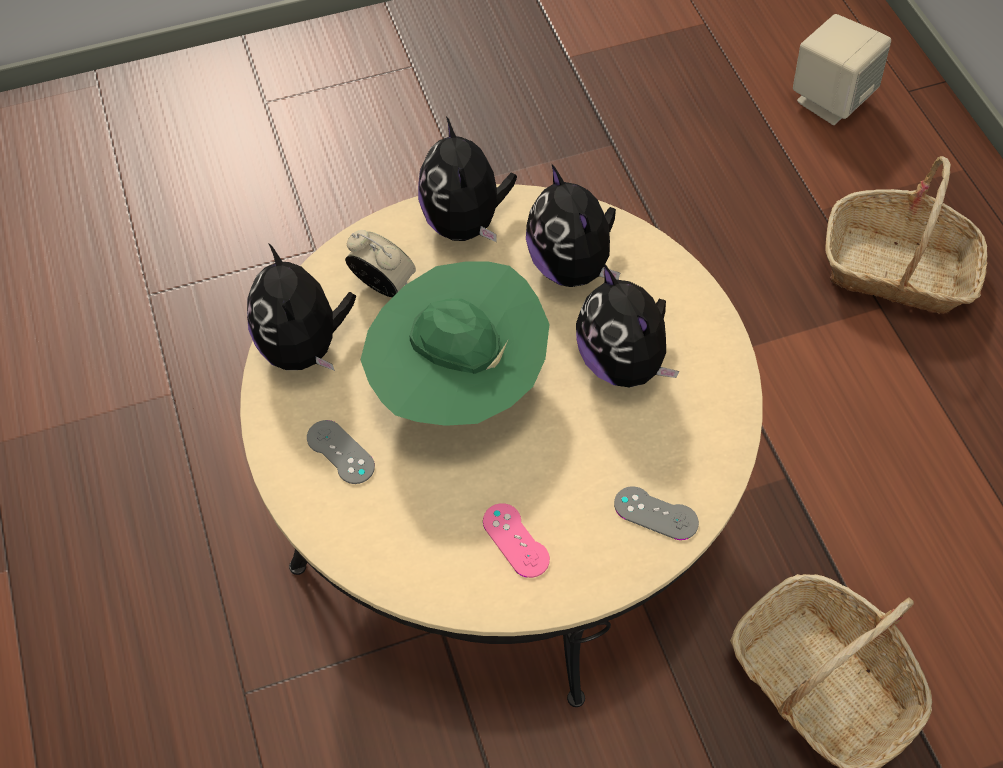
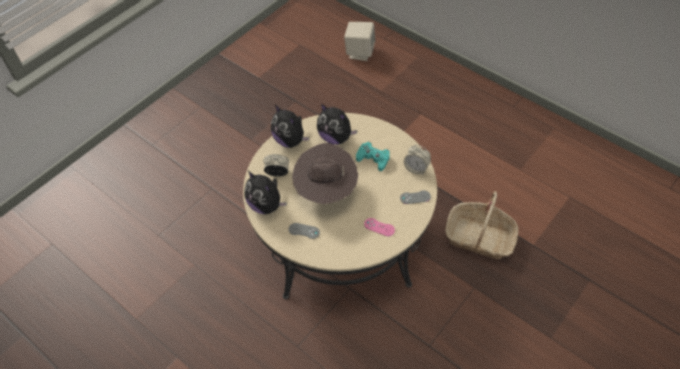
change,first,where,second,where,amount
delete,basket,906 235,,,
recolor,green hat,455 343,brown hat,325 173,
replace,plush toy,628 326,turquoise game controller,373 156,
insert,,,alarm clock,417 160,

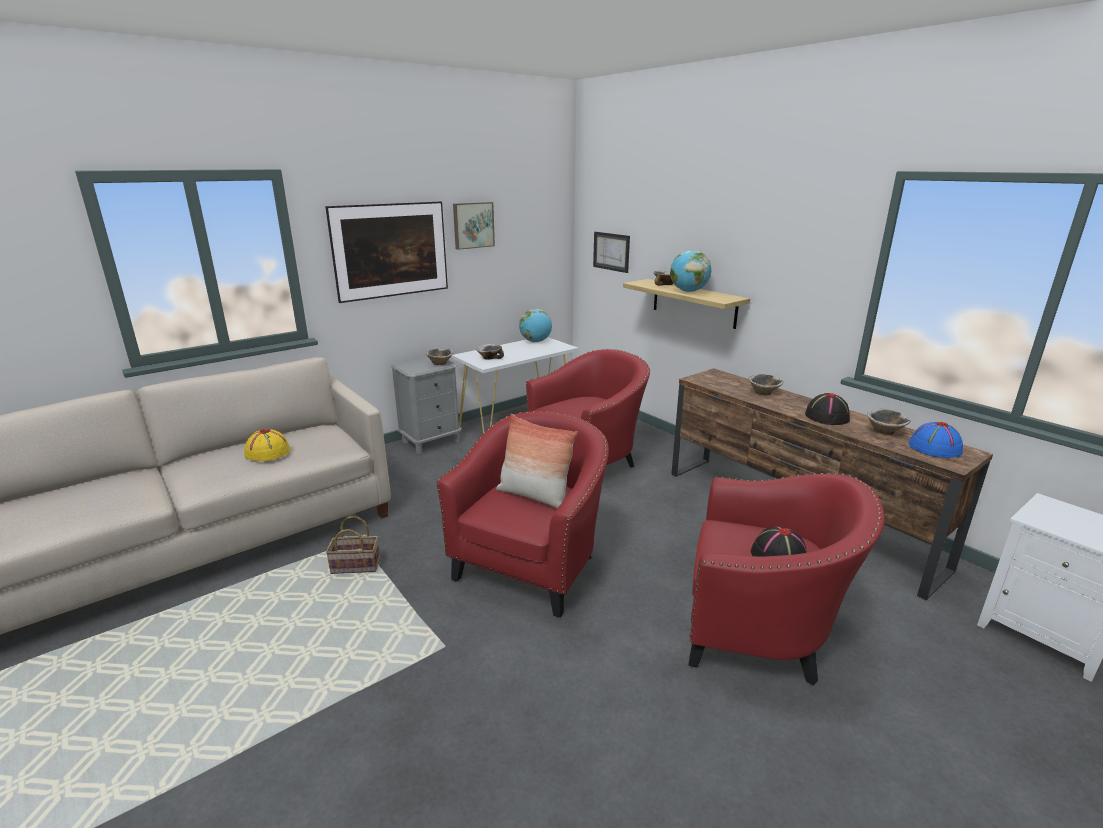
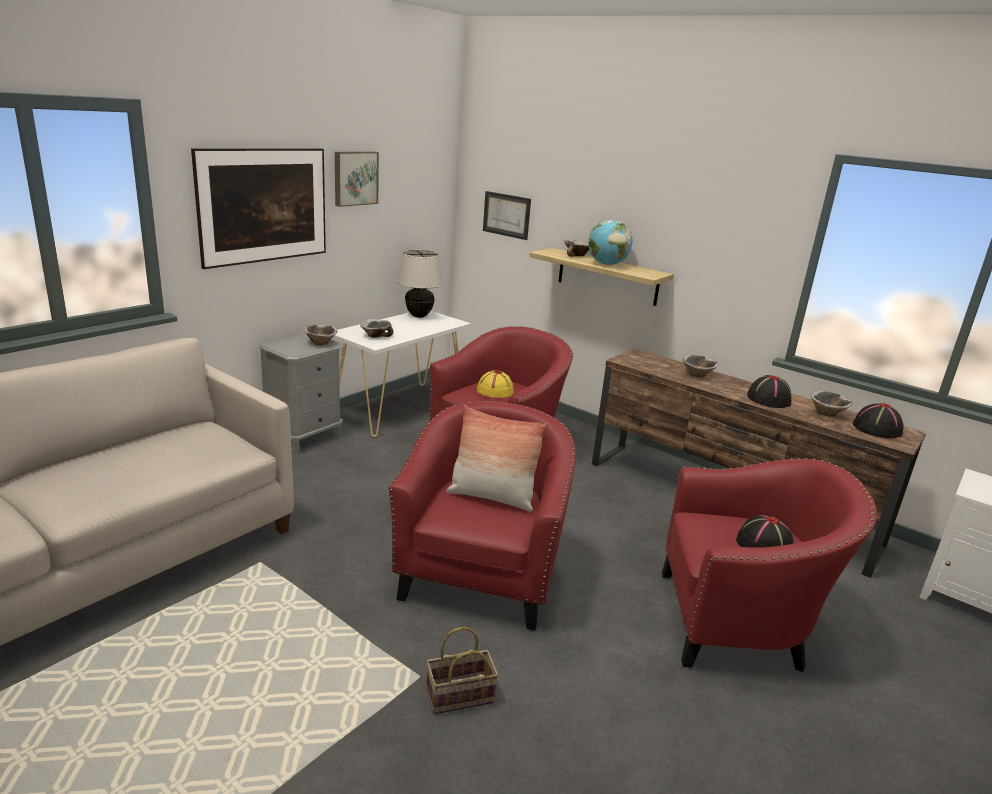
change,first,where,second,where,amount
replace,globe,535 325,beige table lamp,420 284,
recolor,blue hat,935 440,black hat,878 420,
move,yellow hat,267 445,,495 384,
move,basket,353 545,,462 670,

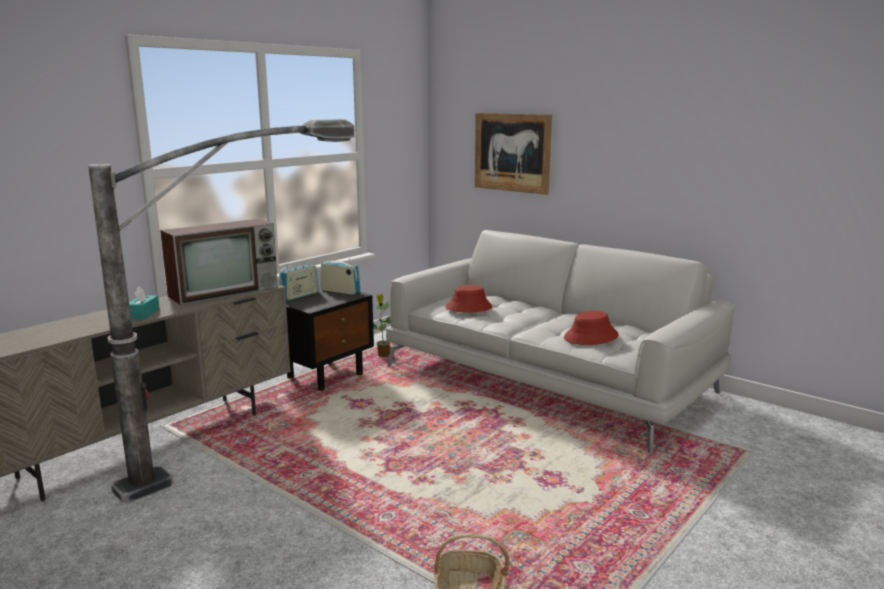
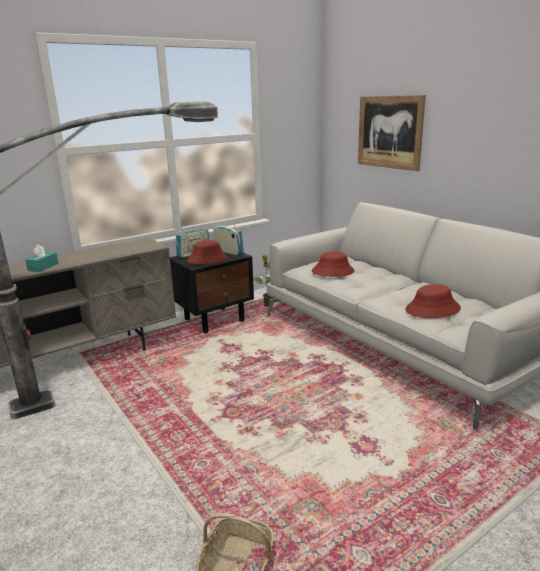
change,first,where,second,where,amount
delete,television,219 262,,,
insert,,,red hat,207 252,

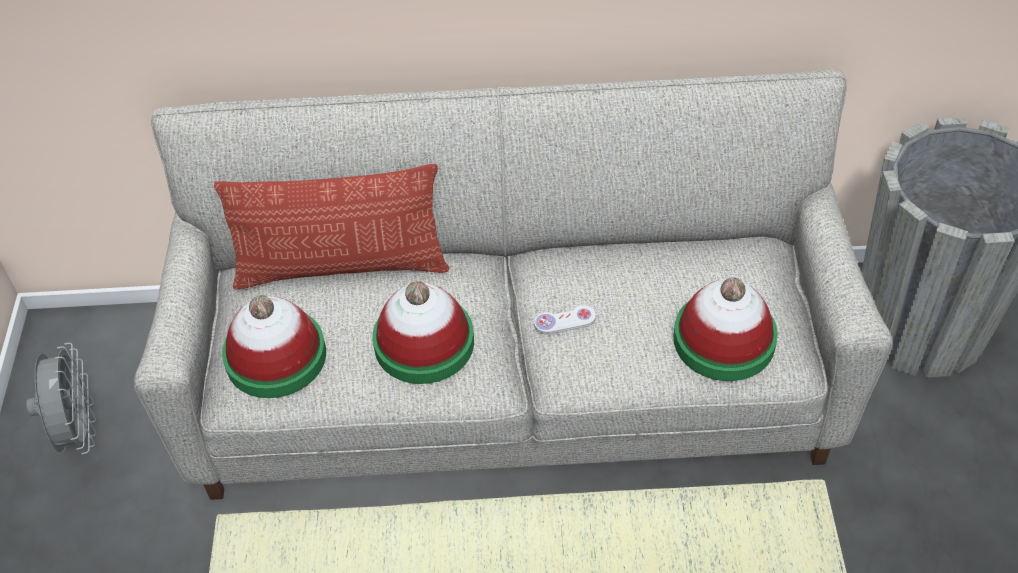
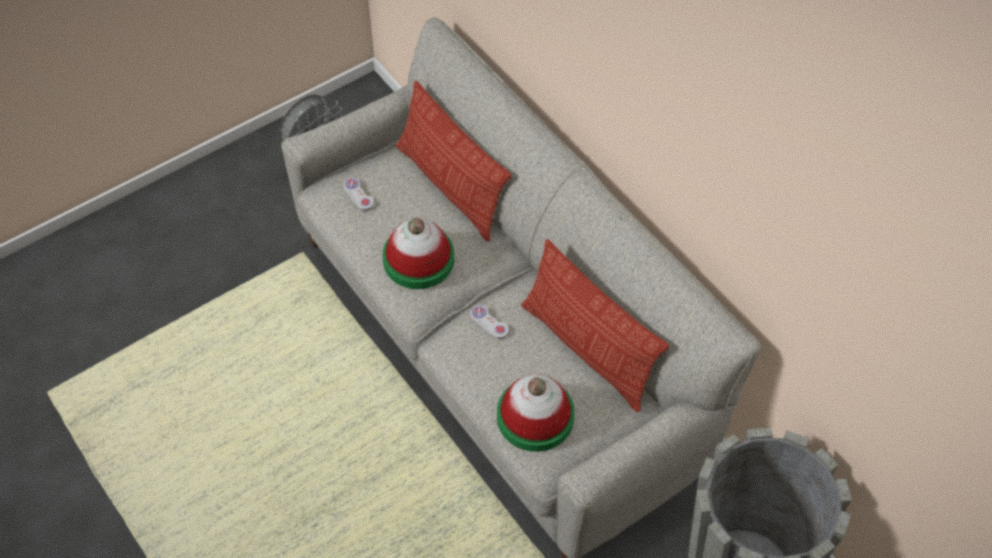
change,first,where,second,where,amount
replace,hat,274 346,white game controller,359 194,
insert,,,pillow,595 325,

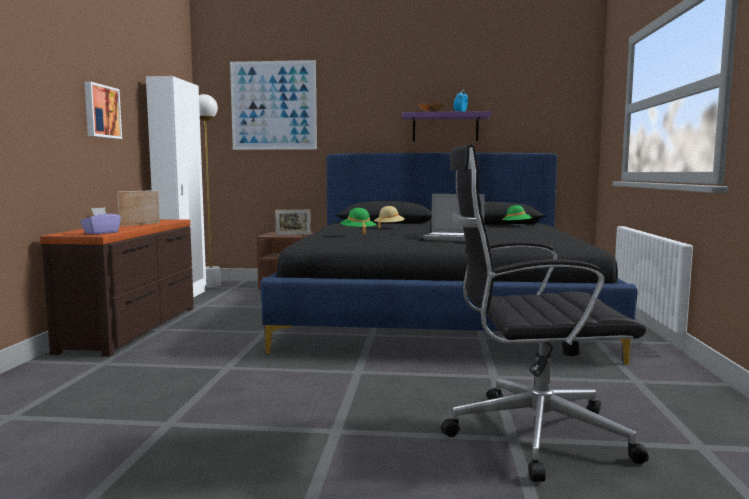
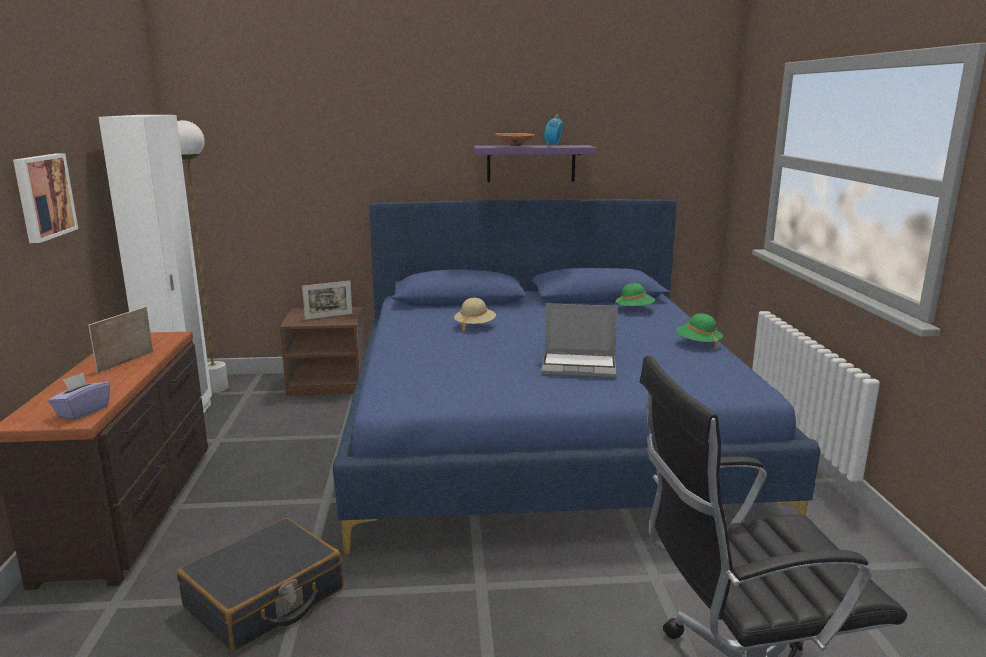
change,first,where,second,where,amount
delete,picture,273 105,,,
recolor,black bed,449 259,blue bed,577 376,
move,green hat,358 221,,699 331,
insert,,,black suitcase,260 584,

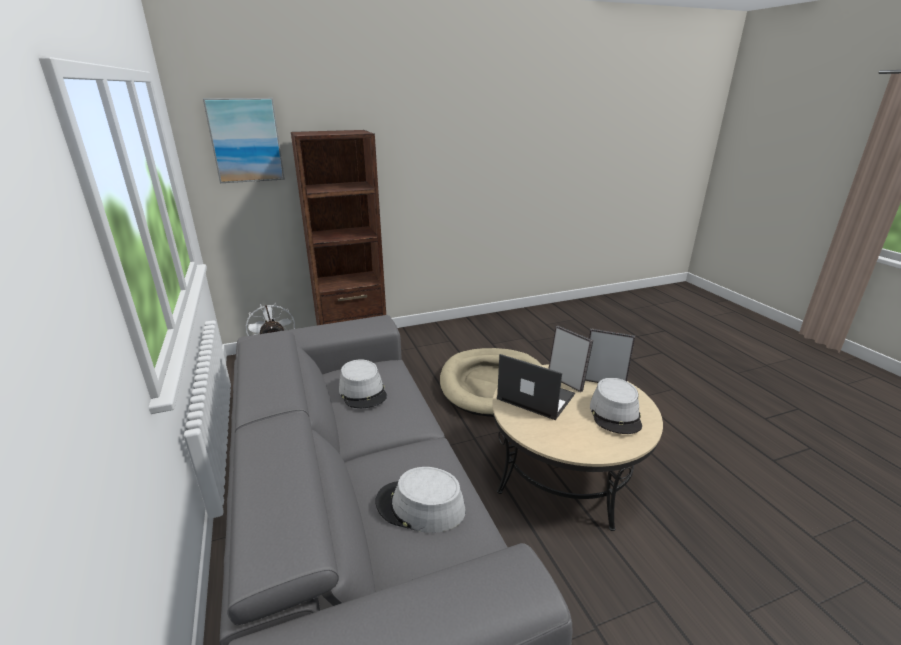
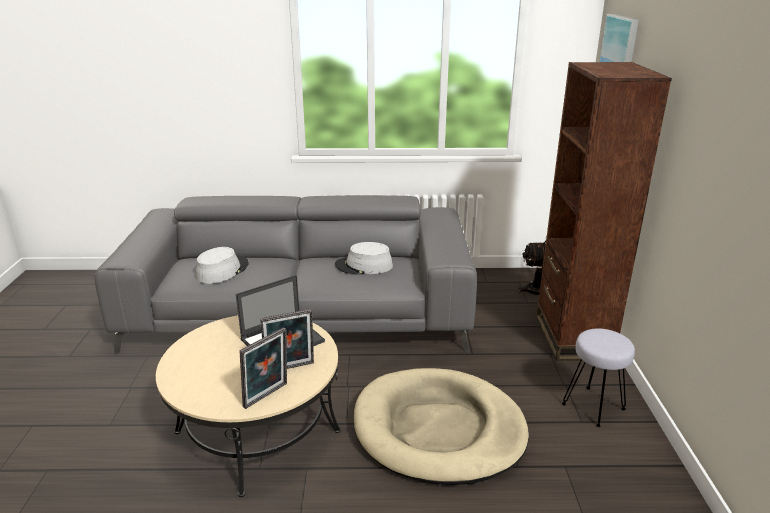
change,first,where,second,where,amount
delete,grey hat,616 406,,,
insert,,,grey stool,598 378,

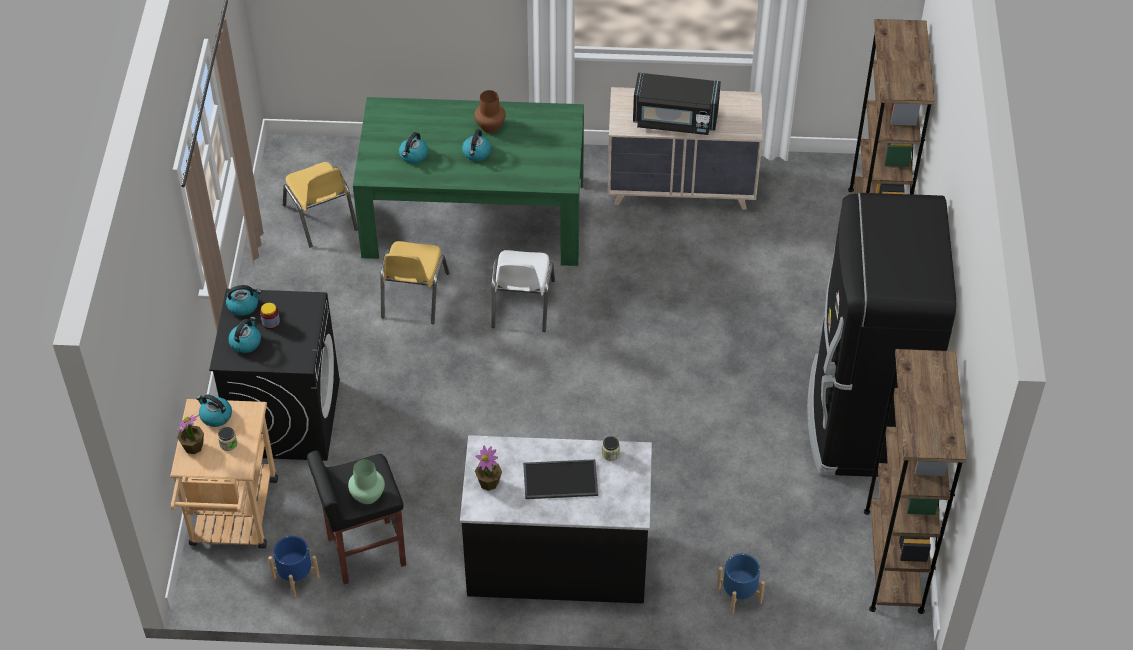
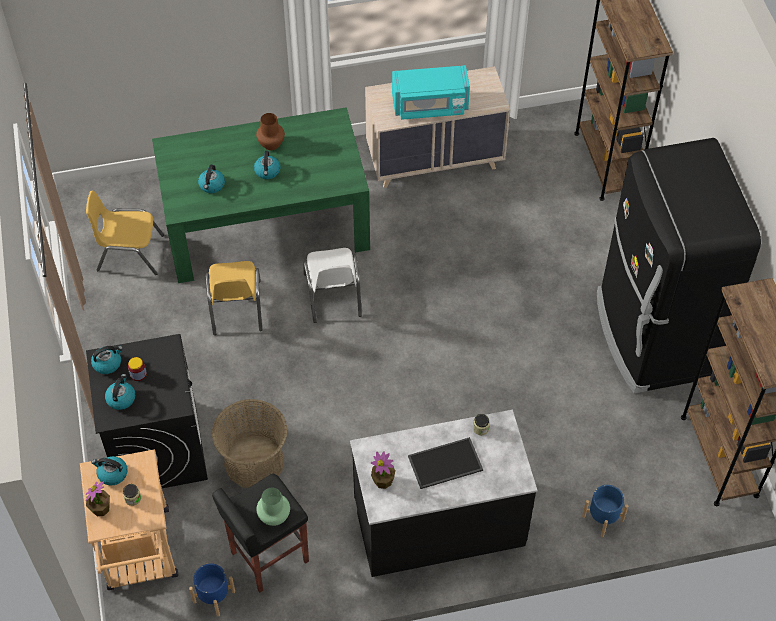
change,first,where,second,where,amount
recolor,black microwave,677 104,turquoise microwave,431 92,
rotate,yellow chair,320 205,,125 233,135 degrees clockwise
insert,,,basket,249 443,

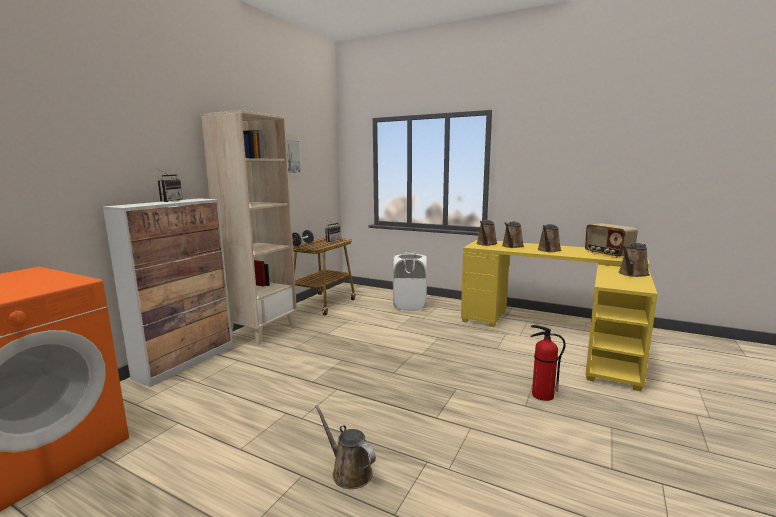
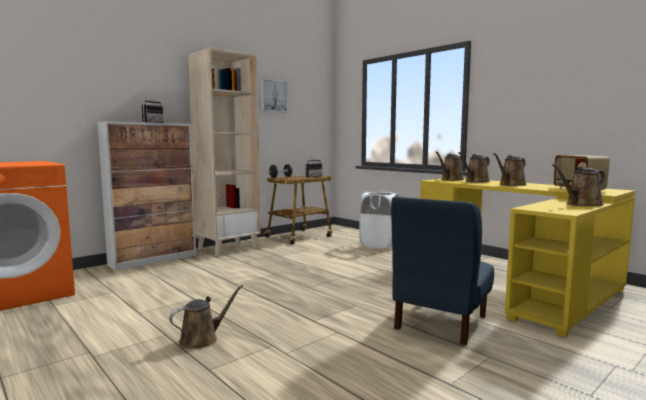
change,first,where,second,where,amount
replace,fire extinguisher,548 363,blue chair,442 271,
rotate,brown watering can,345 447,,206 317,75 degrees clockwise

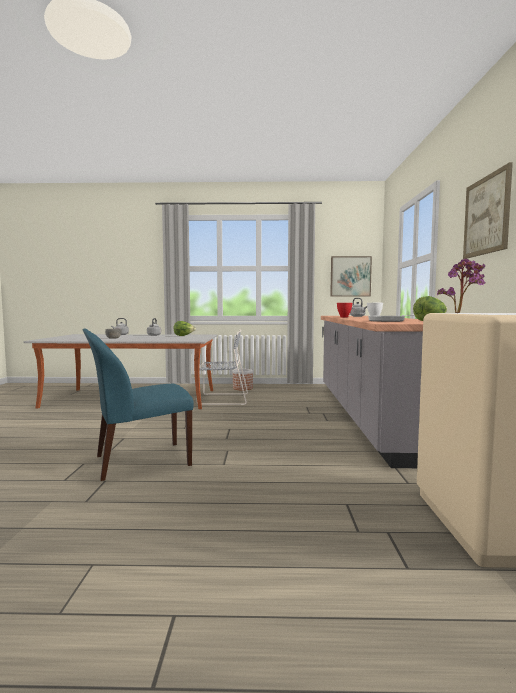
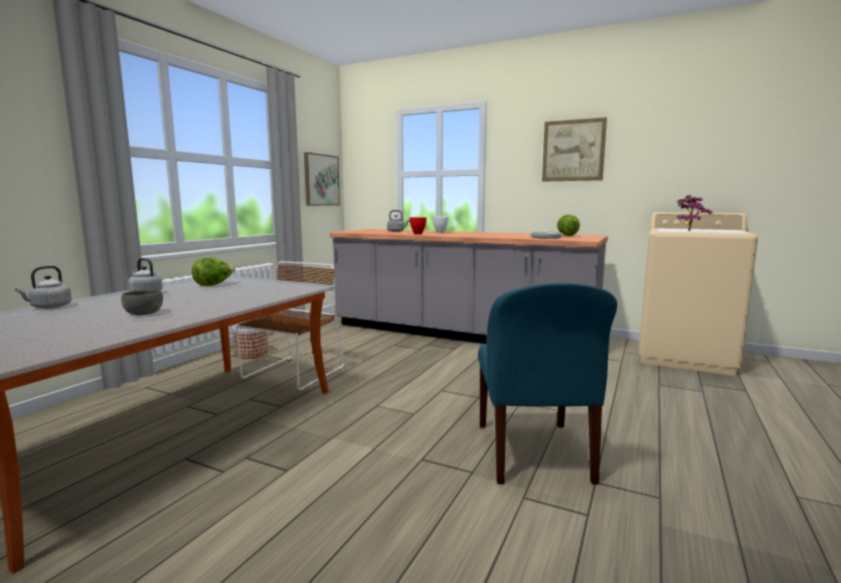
change,first,where,second,where,amount
recolor,grey chair,222 367,brown chair,290 325,

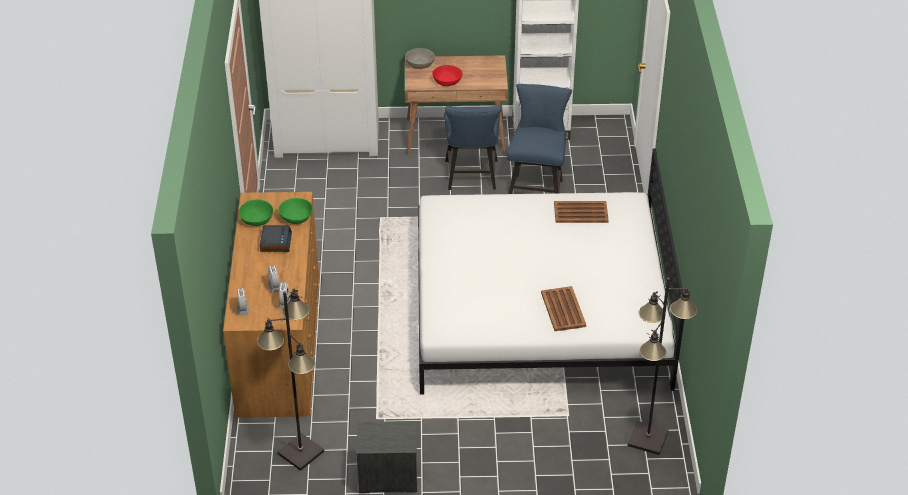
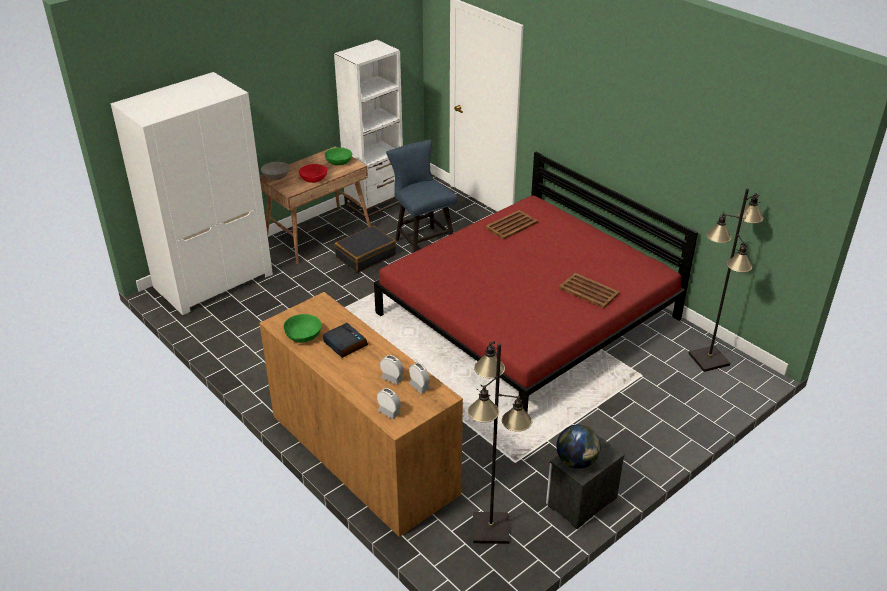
change,first,where,second,where,amount
replace,blue chair,473 148,black suitcase,365 249,
recolor,white bed,551 271,red bed,536 282,
move,green bowl,295 211,,338 156,
insert,,,globe,578 447,

